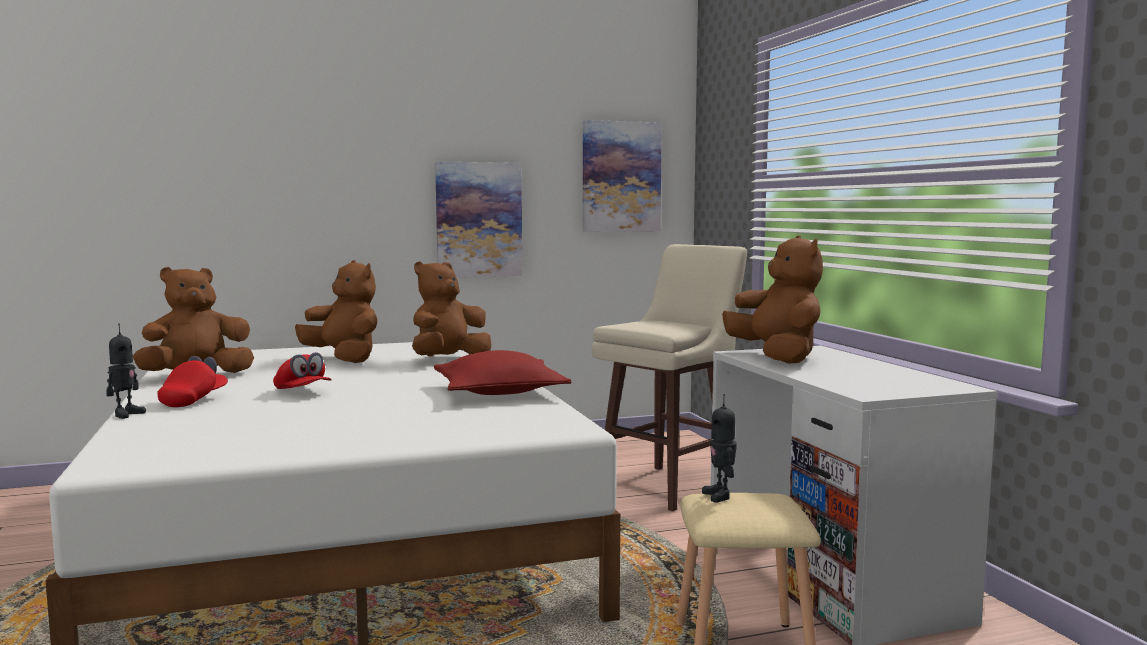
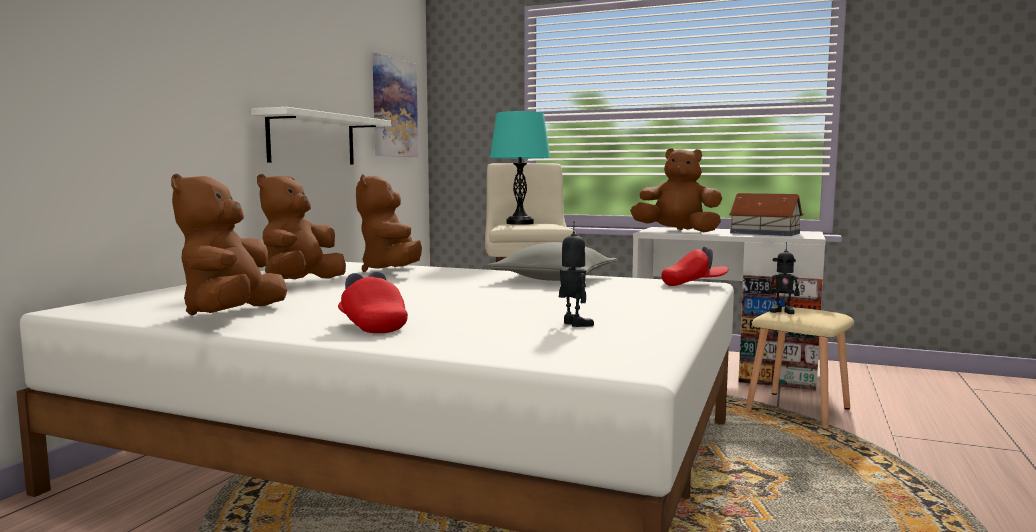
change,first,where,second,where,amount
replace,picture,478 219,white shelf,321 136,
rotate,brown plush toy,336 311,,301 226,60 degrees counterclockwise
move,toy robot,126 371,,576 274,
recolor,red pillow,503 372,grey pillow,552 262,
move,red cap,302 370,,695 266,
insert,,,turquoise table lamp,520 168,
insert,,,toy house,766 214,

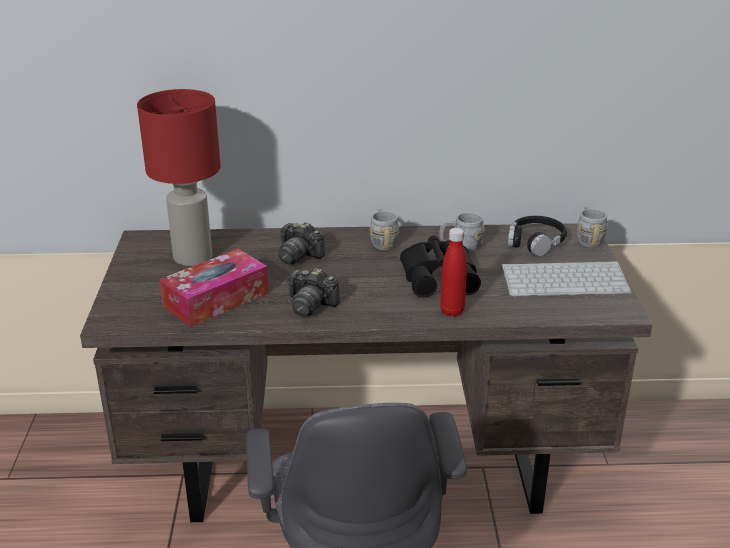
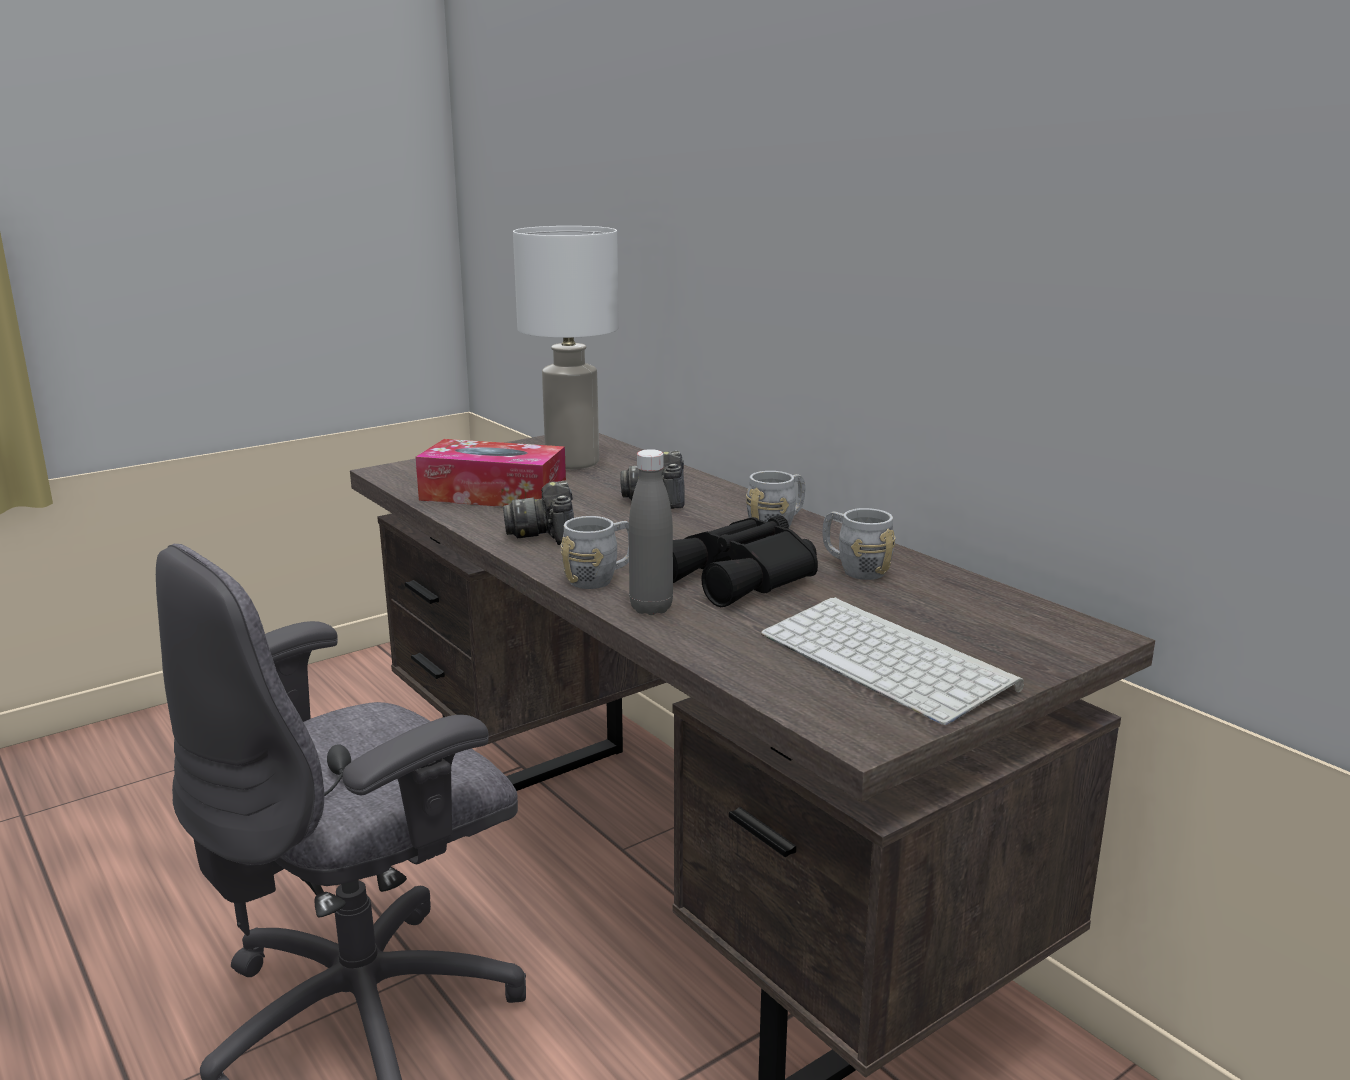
change,first,where,second,where,amount
recolor,red table lamp,179 177,white table lamp,566 347,
move,grey mug,592 227,,595 552,
delete,black headphones,537 236,,,
recolor,red bottle,453 272,grey bottle,651 532,

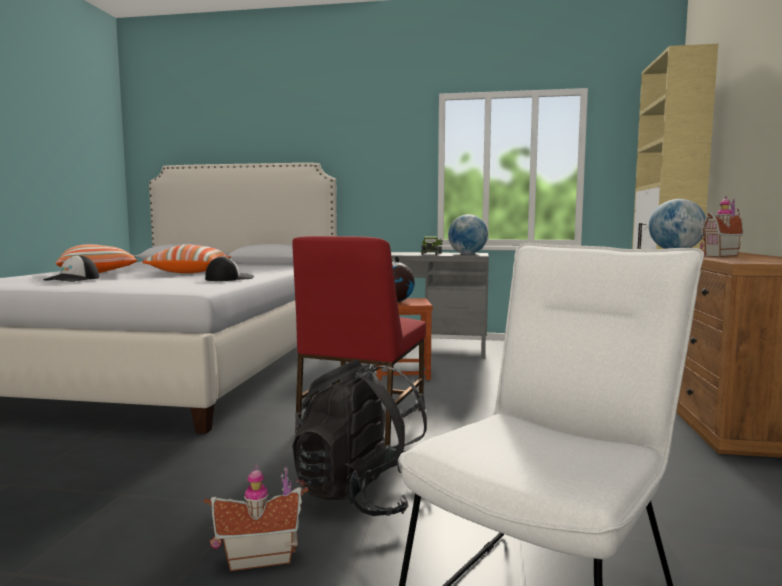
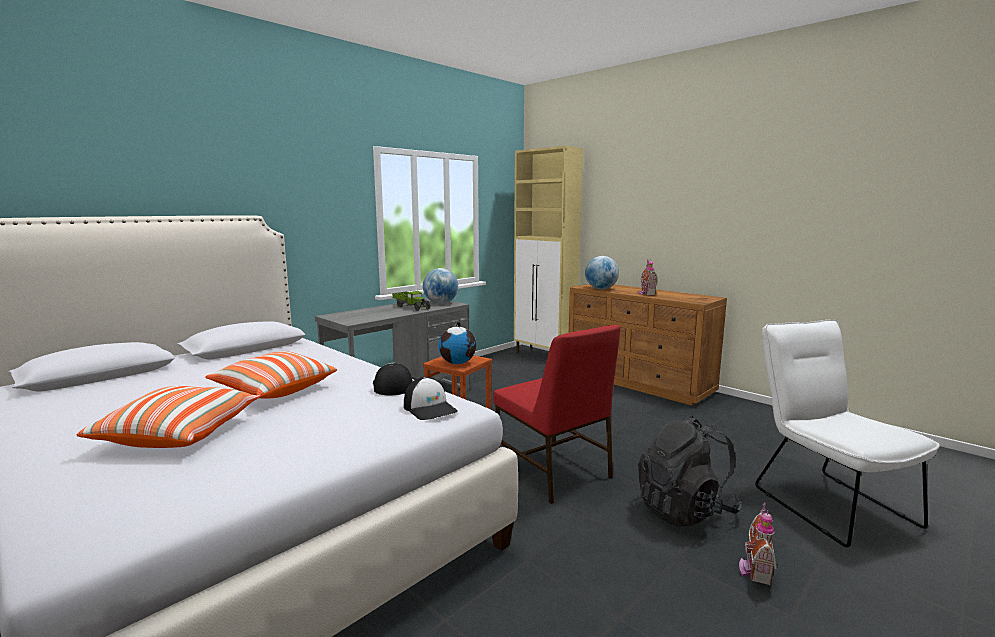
change,first,where,second,where,amount
move,cap,71 268,,431 398,

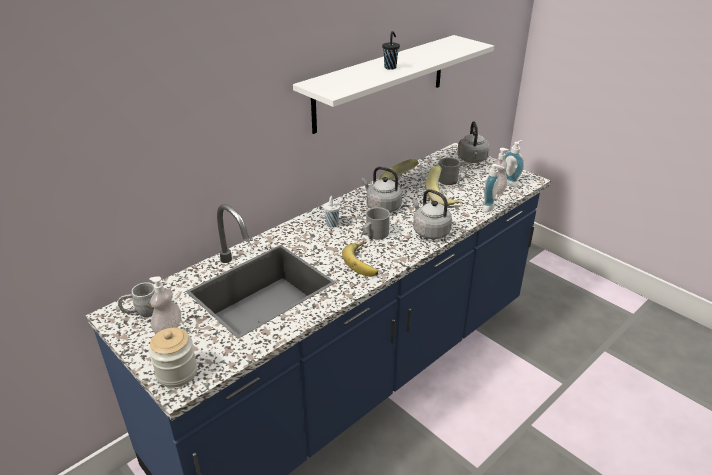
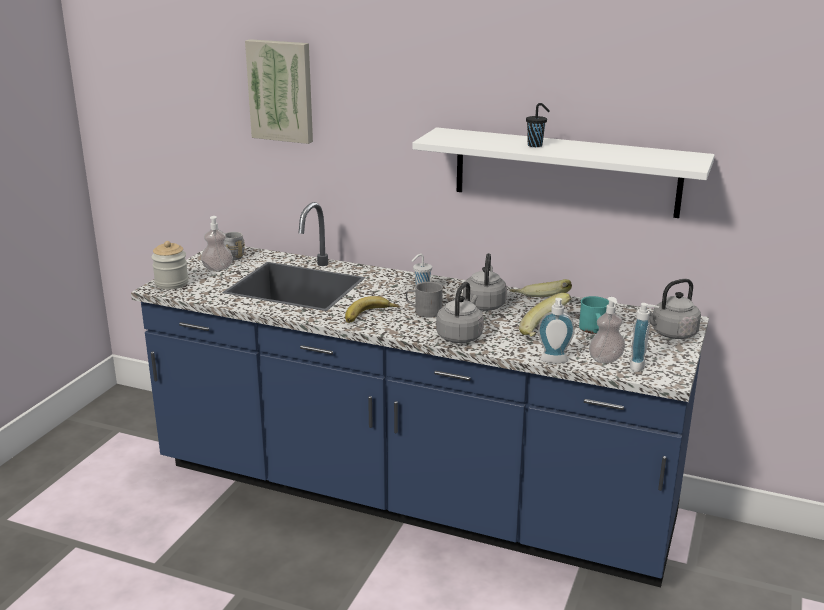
change,first,where,second,where,amount
recolor,grey mug,452 171,turquoise mug,594 315,
insert,,,picture,279 91,

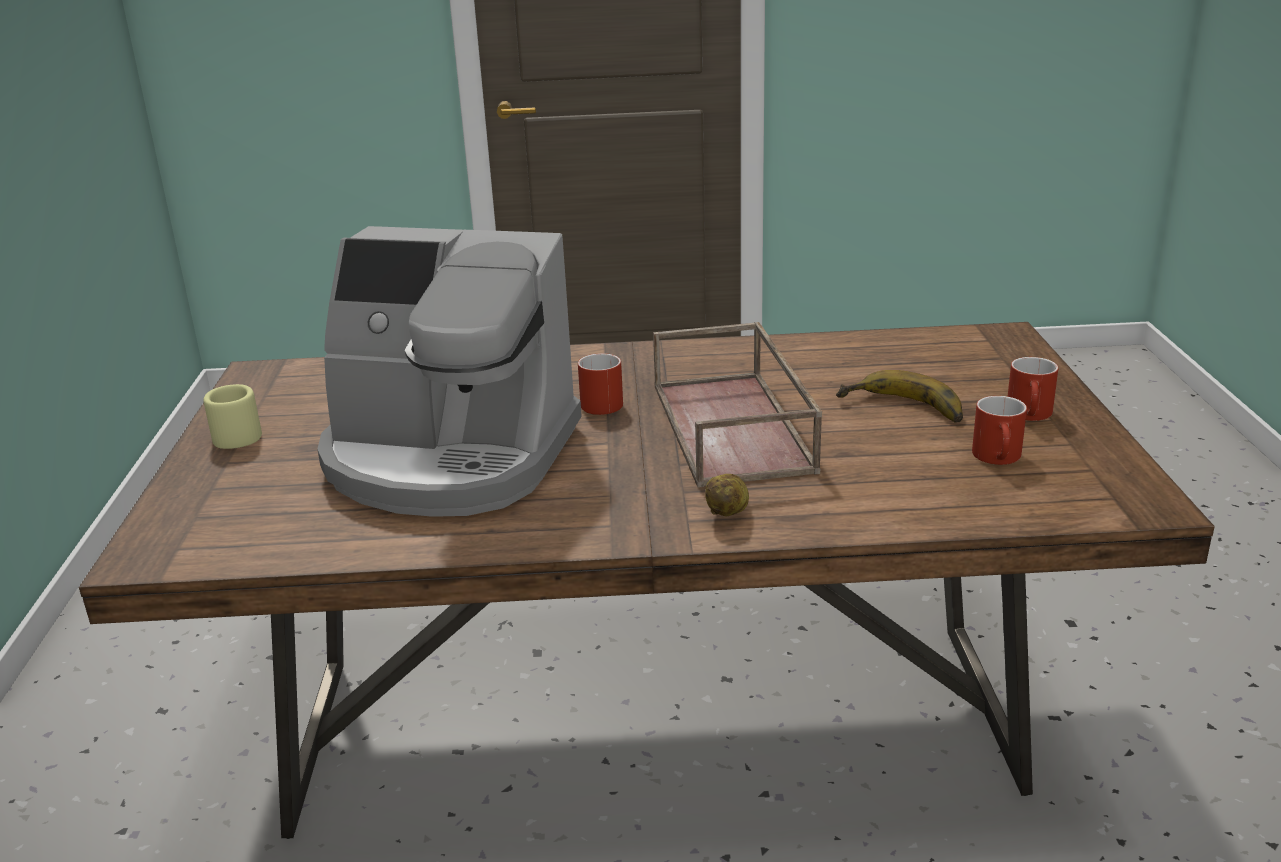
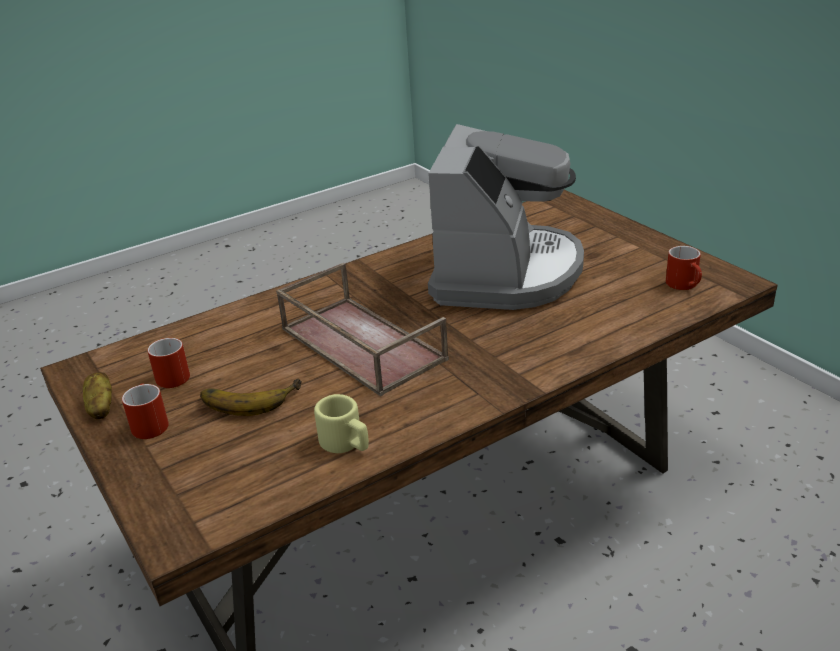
change,first,where,second,where,amount
rotate,coffee machine,449 371,,506 217,120 degrees clockwise
move,red mug,600 384,,684 268,
move,beige mug,232 416,,341 423,
move,potato,727 495,,97 395,

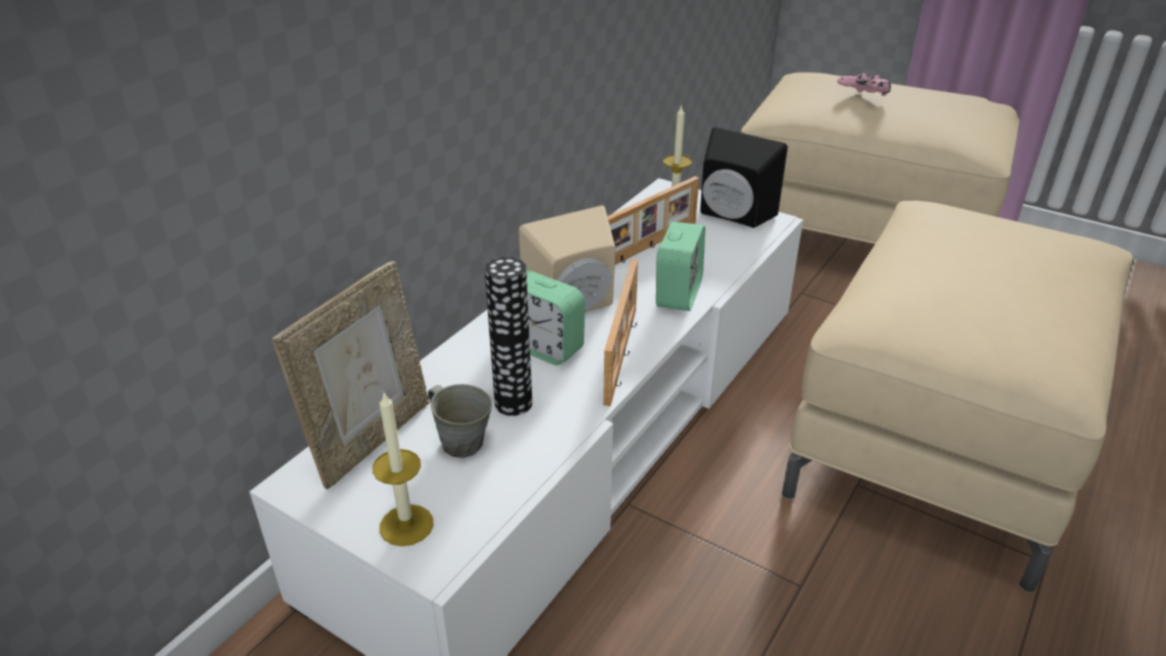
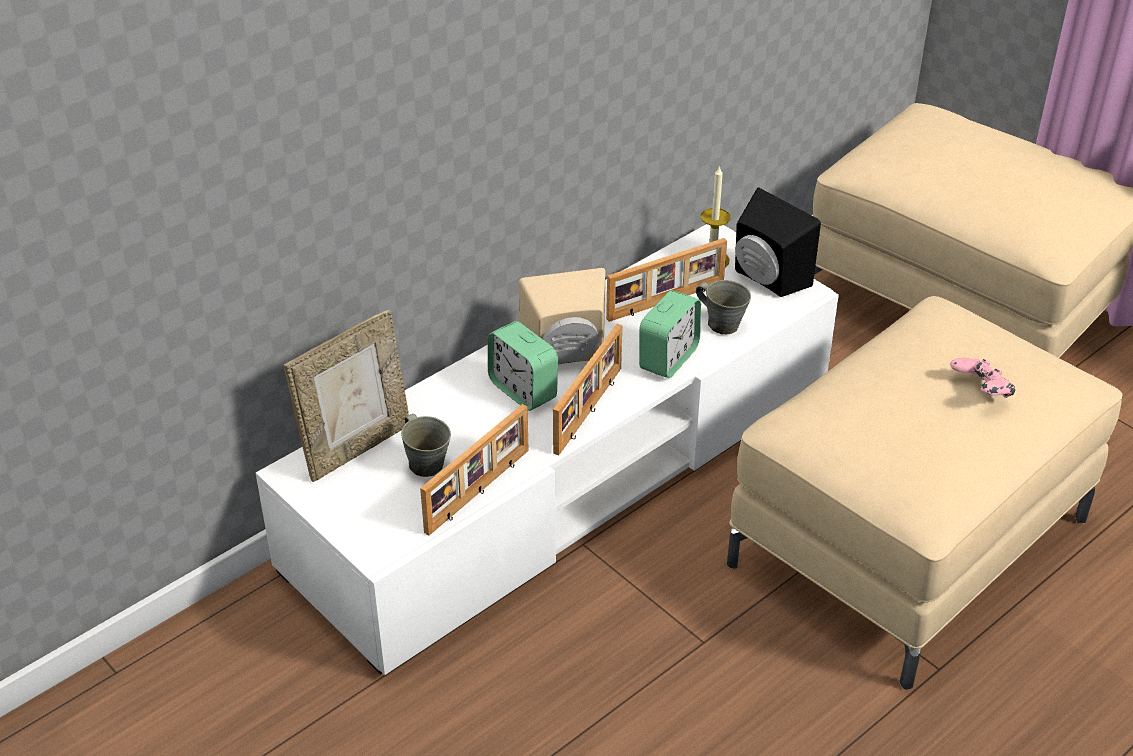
change,first,where,second,where,amount
move,pink game controller,864 84,,982 378,
delete,vase,508 336,,,
delete,candle,402 468,,,
insert,,,grey mug,723 307,
insert,,,picture frame,474 470,

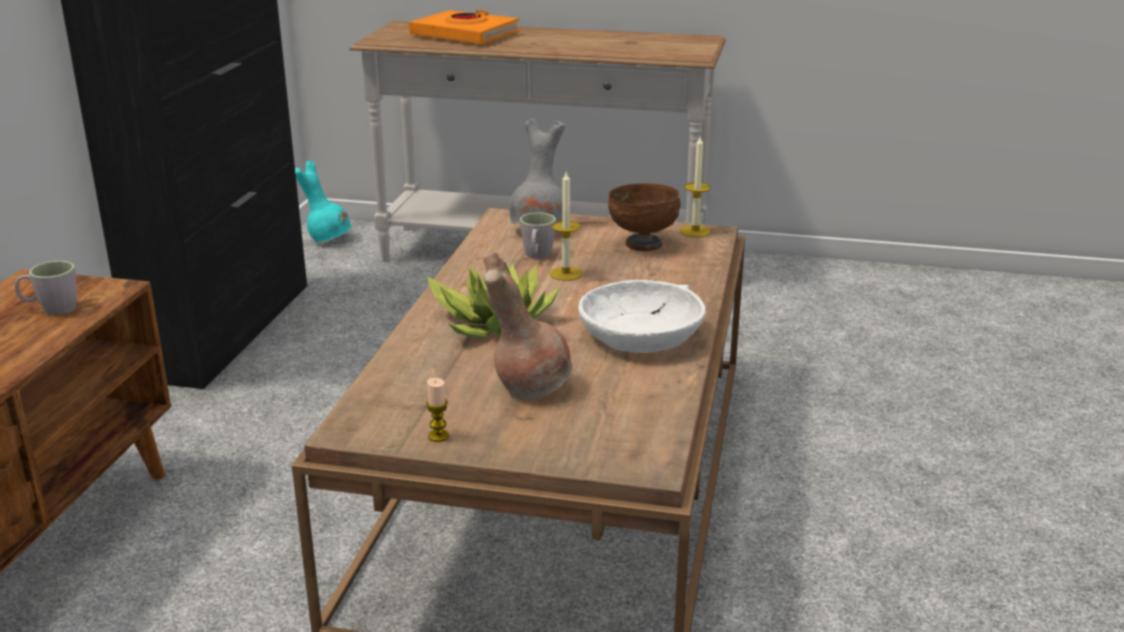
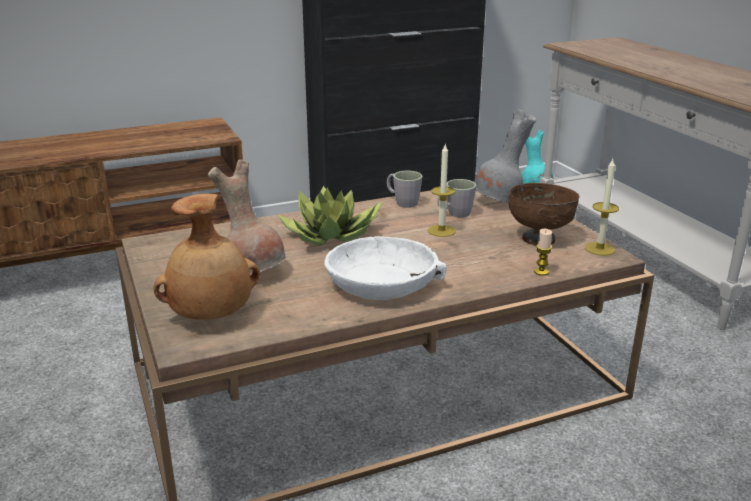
change,first,where,second,where,amount
delete,orange book,464 27,,,
move,grey mug,45 288,,405 189,
move,candle,437 410,,543 252,
insert,,,brown vase,207 257,

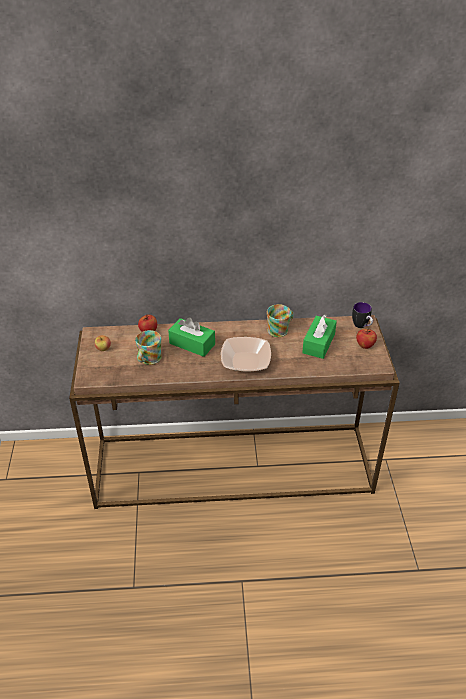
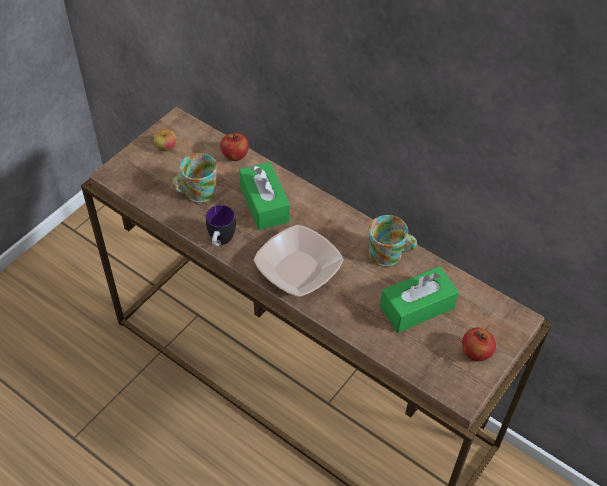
change,first,where,second,where,amount
move,mug,362 315,,221 226,

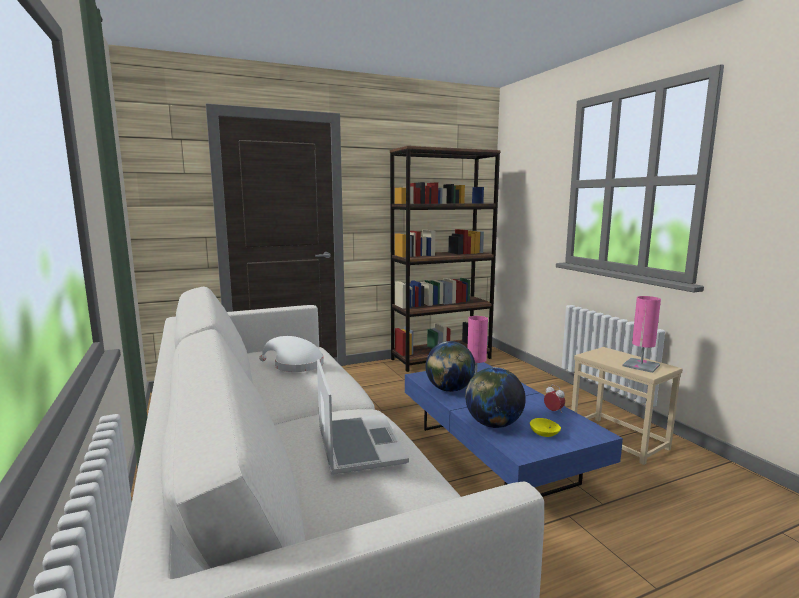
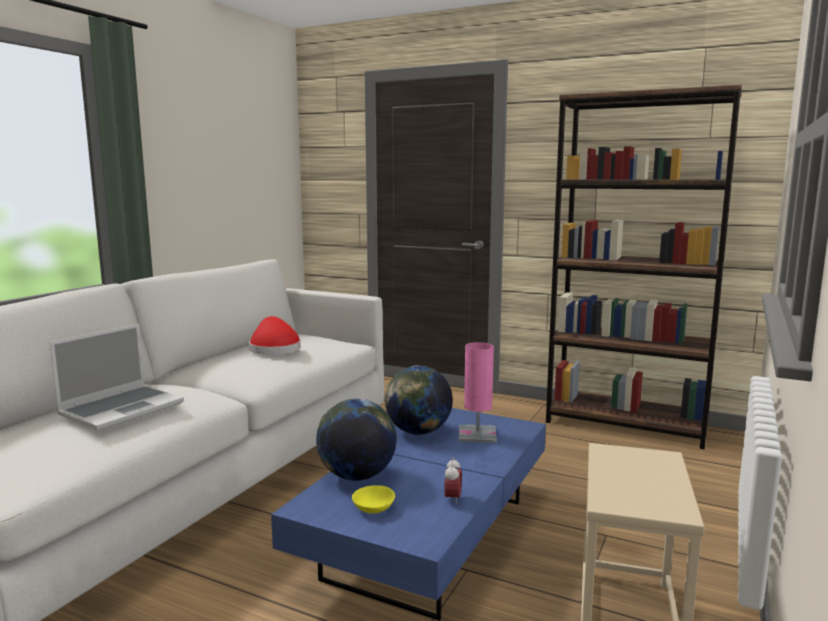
change,first,where,second,where,amount
delete,pink table lamp,642 334,,,
recolor,white hat,291 354,red hat,275 335,

